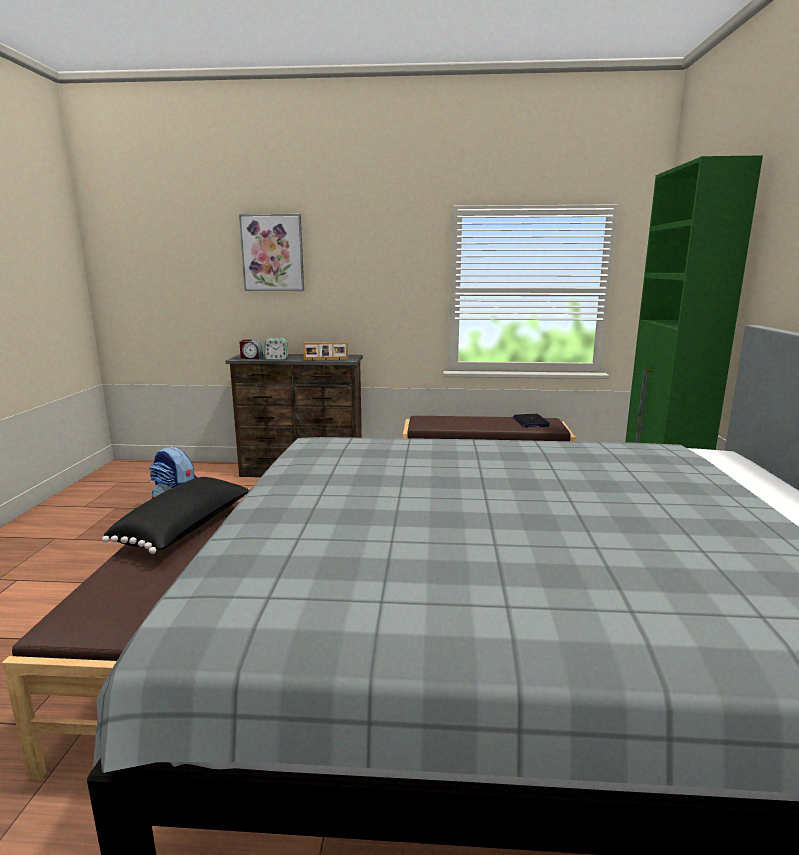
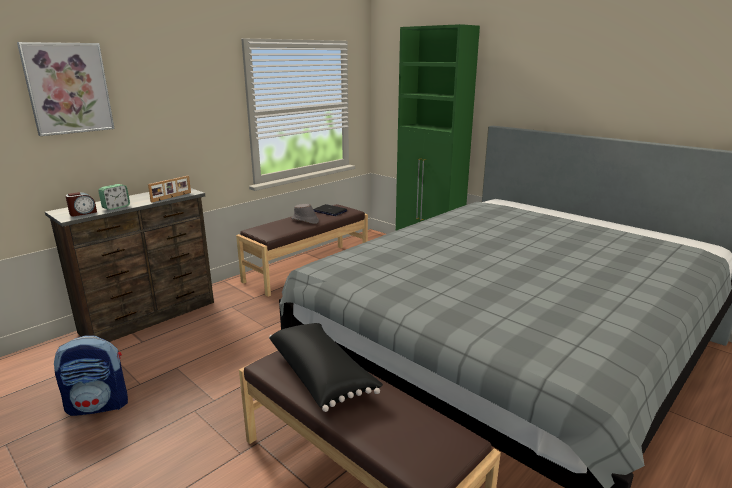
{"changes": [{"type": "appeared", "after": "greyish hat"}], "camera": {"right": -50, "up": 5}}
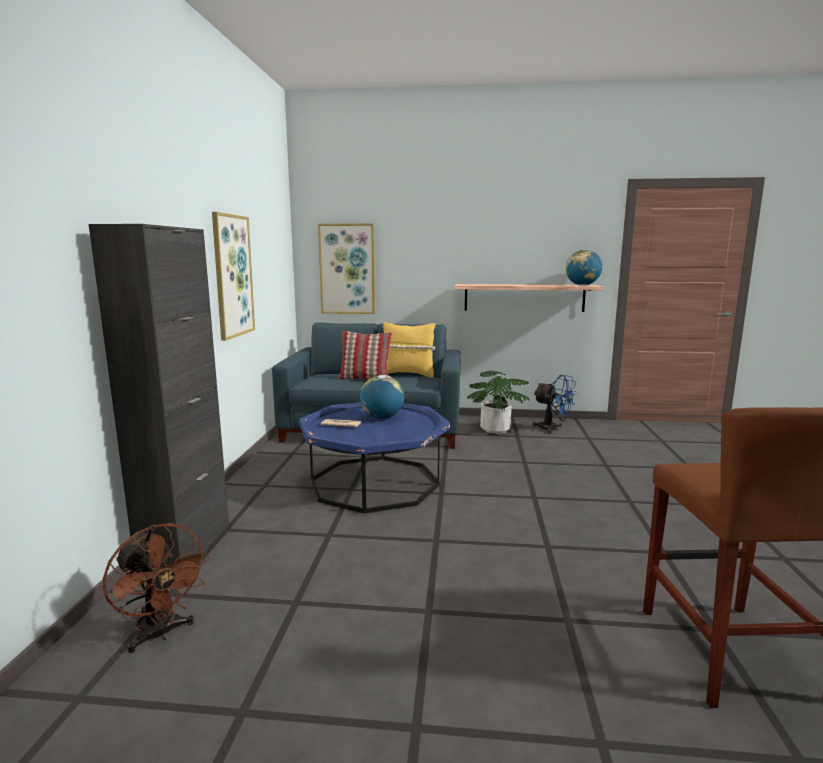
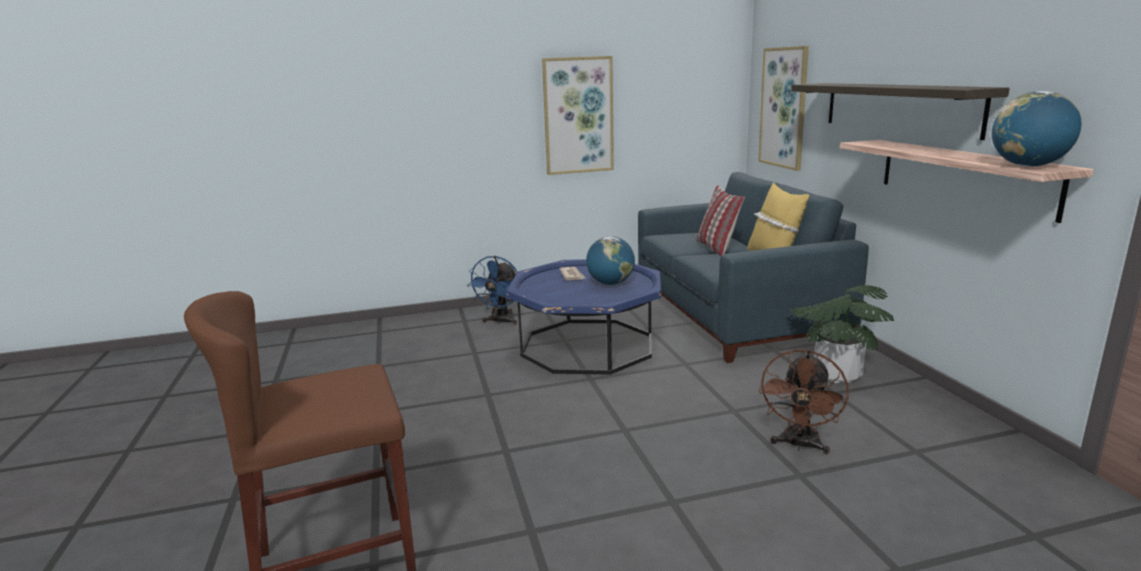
{"changes": [{"type": "relocated", "before": "blue fan"}, {"type": "relocated", "before": "brown-coloured fan"}, {"type": "appeared", "after": "wall shelf (no. 1 from left)"}, {"type": "missing", "before": "black storage cabinet"}], "camera": {"right": 70, "up": 5}}
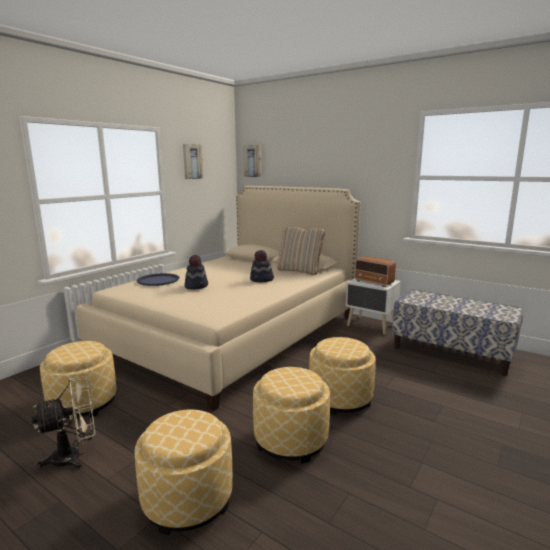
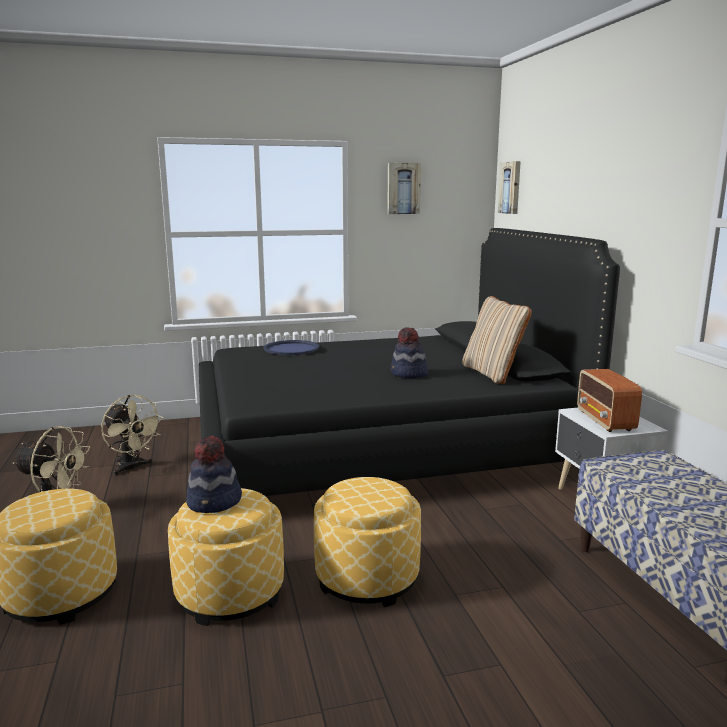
{"changes": [{"type": "exchanged", "before": "ottoman (no. 1 from left)", "after": "beige-coloured fan (no. 2 from left)"}, {"type": "relocated", "before": "hat (no. 1 from left)"}, {"type": "colour", "before": "beige-coloured bed", "after": "black bed"}], "camera": {"right": 40, "up": 0}}
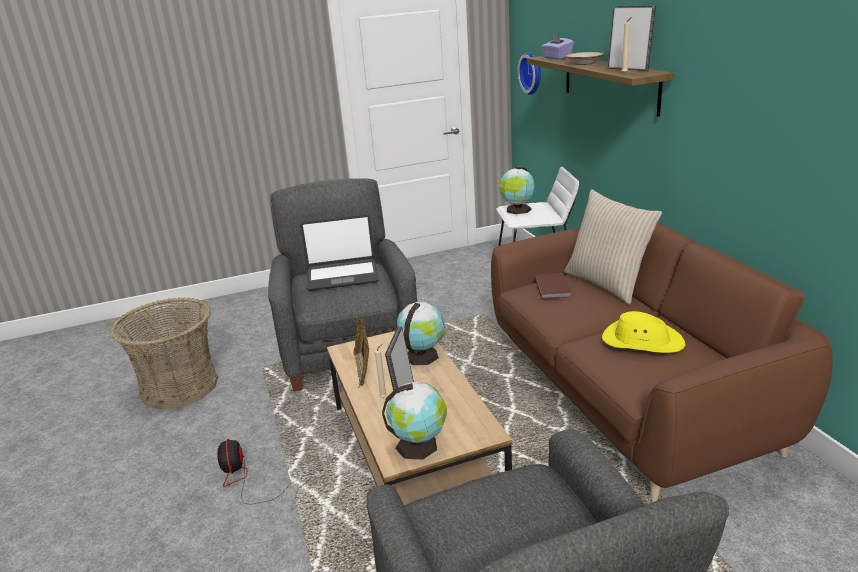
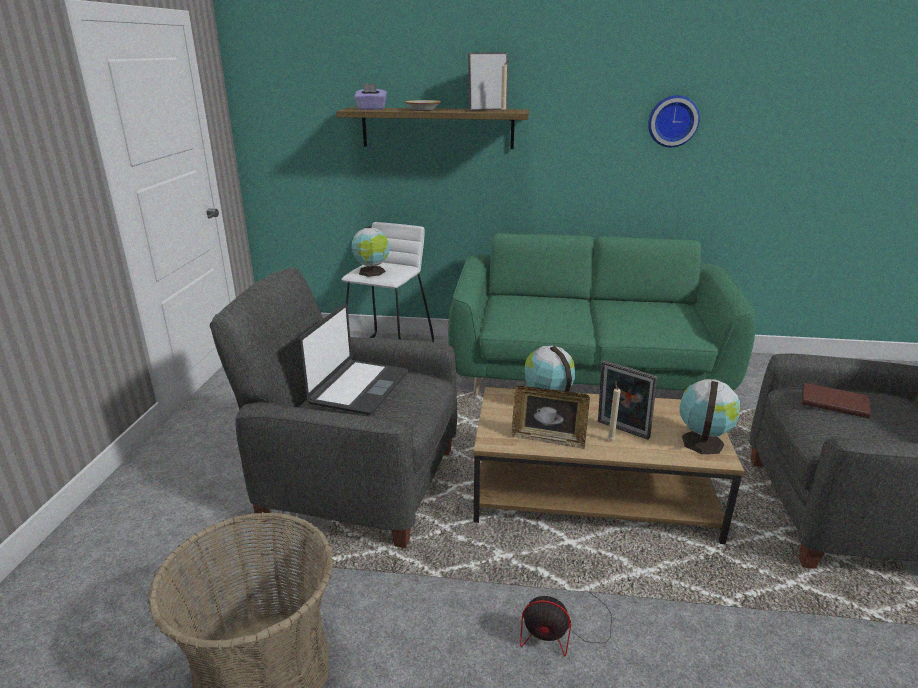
{"changes": [{"type": "colour", "before": "brown-coloured settee", "after": "green settee"}, {"type": "relocated", "before": "wall clock"}, {"type": "relocated", "before": "brown-coloured volume"}, {"type": "missing", "before": "beige-coloured pillow"}, {"type": "missing", "before": "yellow hat"}], "camera": {"right": -65, "up": 0}}
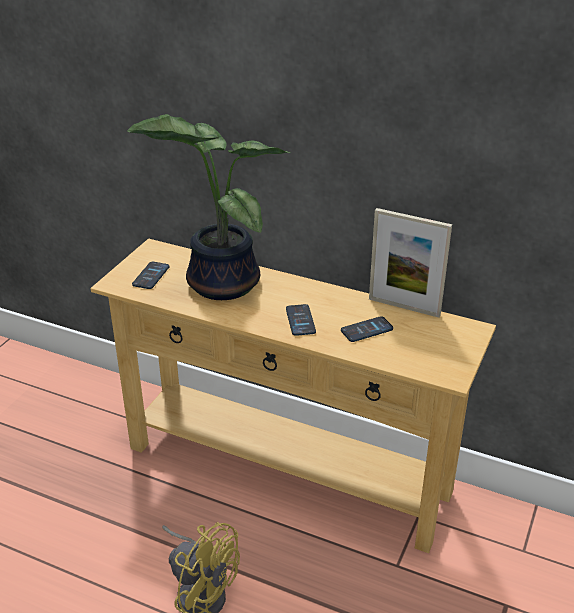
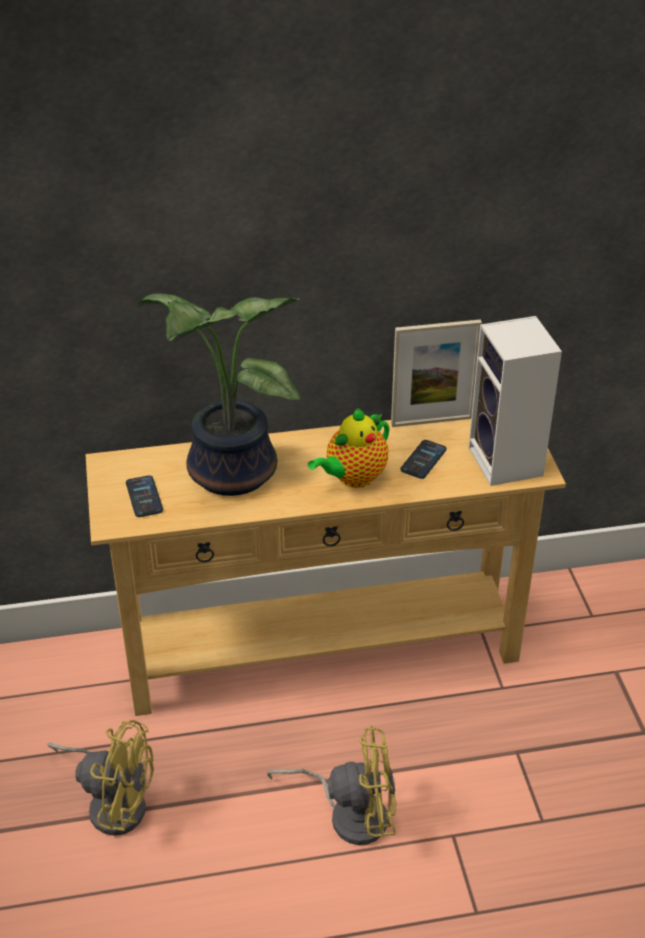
{"changes": [{"type": "appeared", "after": "yellow fan (no. 1 from left)"}, {"type": "exchanged", "before": "handset (no. 2 from left)", "after": "pot for tea"}, {"type": "appeared", "after": "speaker"}], "camera": {"right": -35, "up": 5}}
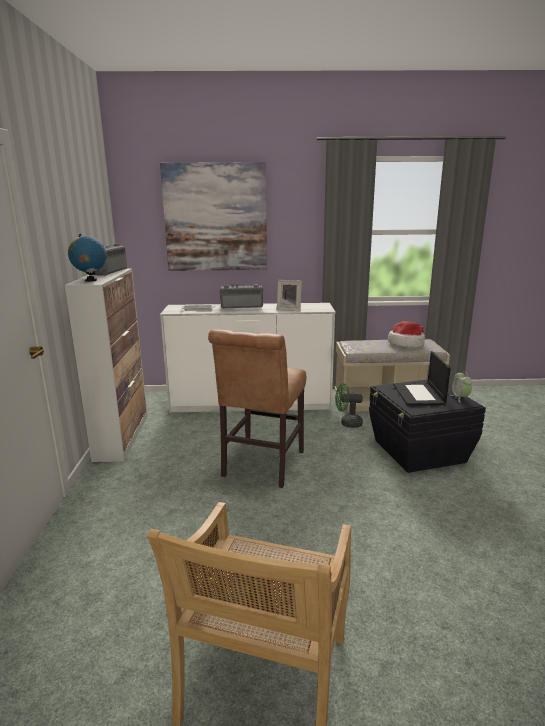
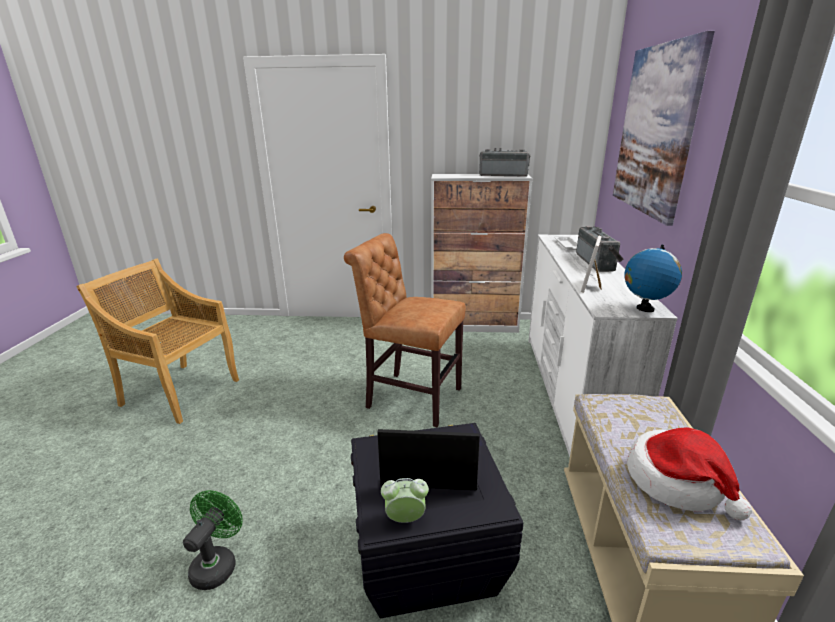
{"changes": [{"type": "relocated", "before": "green fan"}, {"type": "relocated", "before": "desk globe"}], "camera": {"right": 95, "up": 5}}
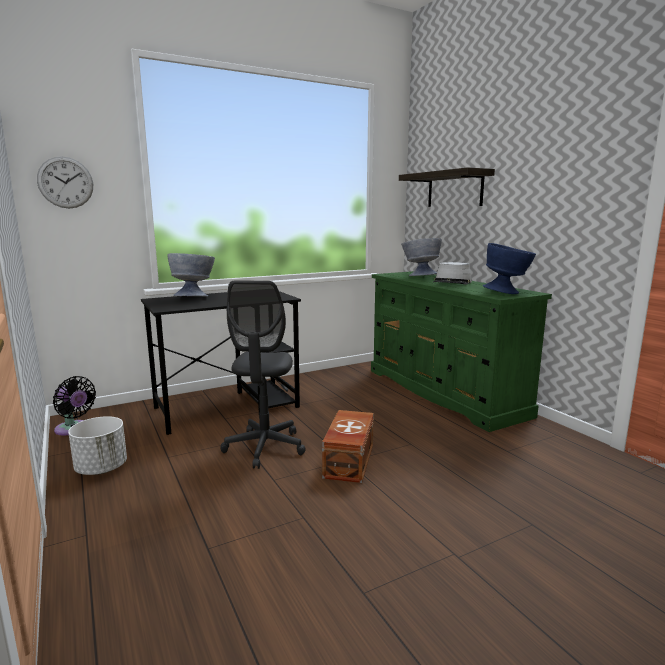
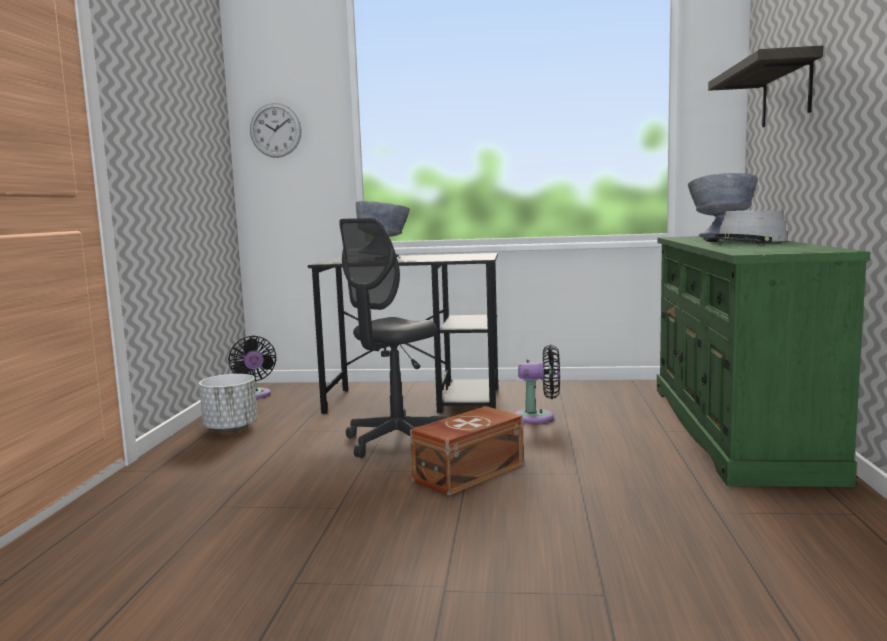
{"changes": [{"type": "appeared", "after": "black fan (no. 2 from left)"}, {"type": "missing", "before": "blue bowl"}], "camera": {"right": 35, "up": -5}}
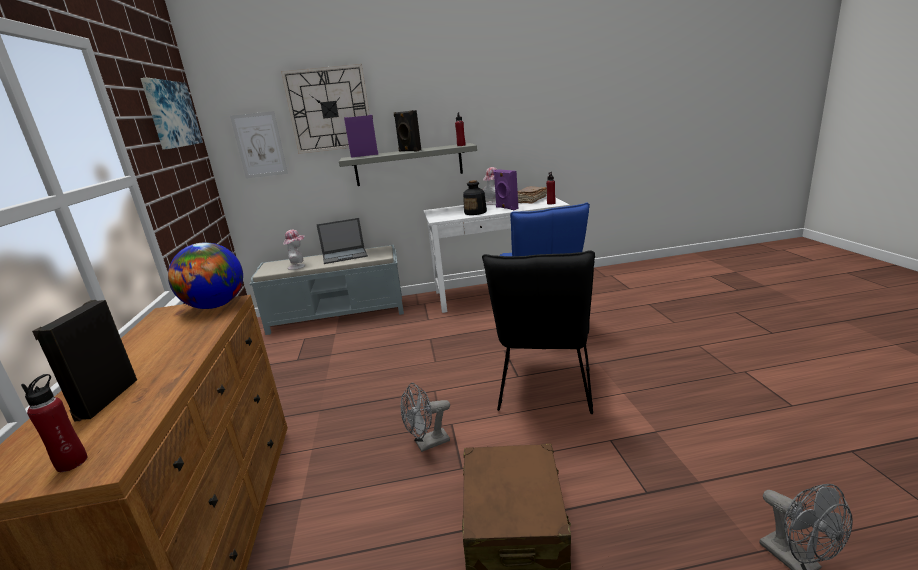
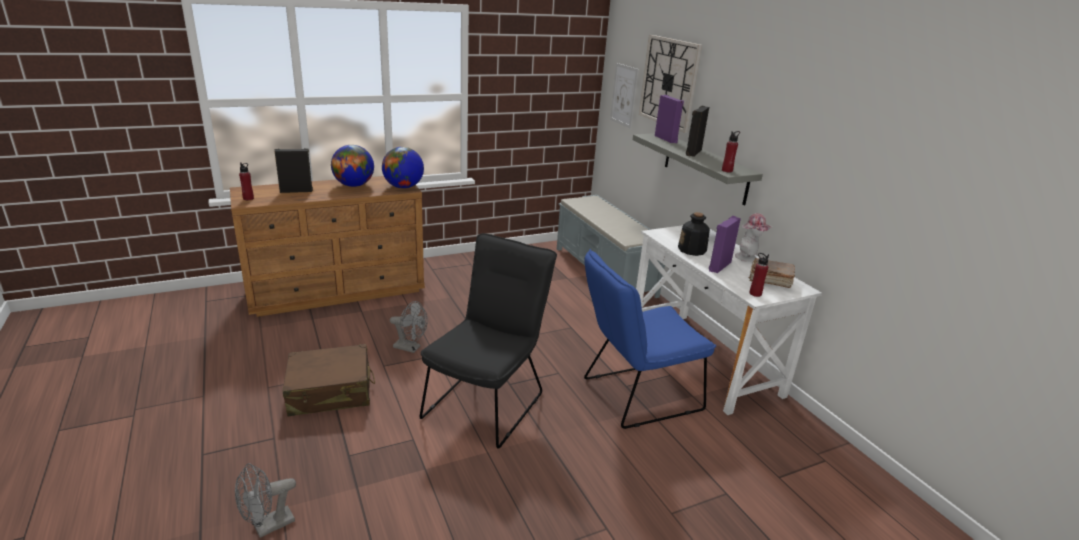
{"changes": [{"type": "appeared", "after": "desk globe (no. 1 from left)"}, {"type": "spun", "before": "greyish fan (no. 1 from left in the first image)", "turn": 150}, {"type": "spun", "before": "black upright chair", "turn": 120}, {"type": "missing", "before": "picture (no. 1 from left)"}, {"type": "missing", "before": "hat (no. 1 from left)"}, {"type": "missing", "before": "laptop"}], "camera": {"right": 70, "up": 5}}
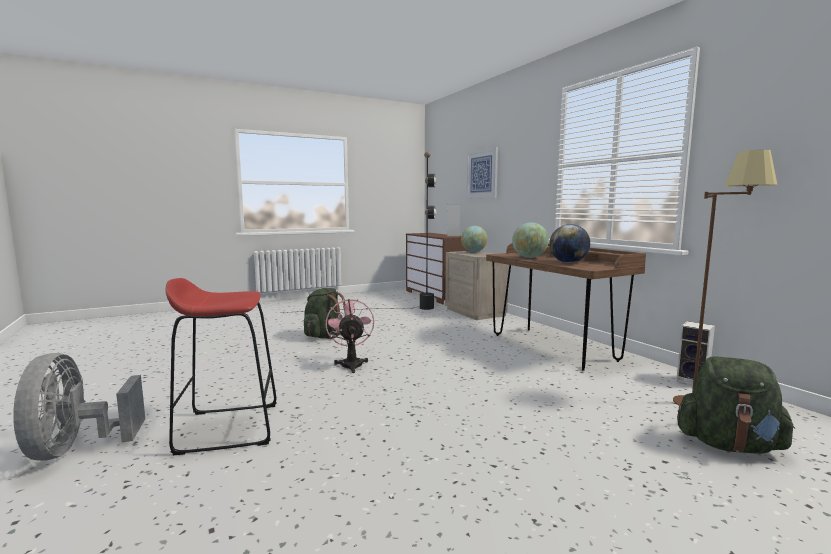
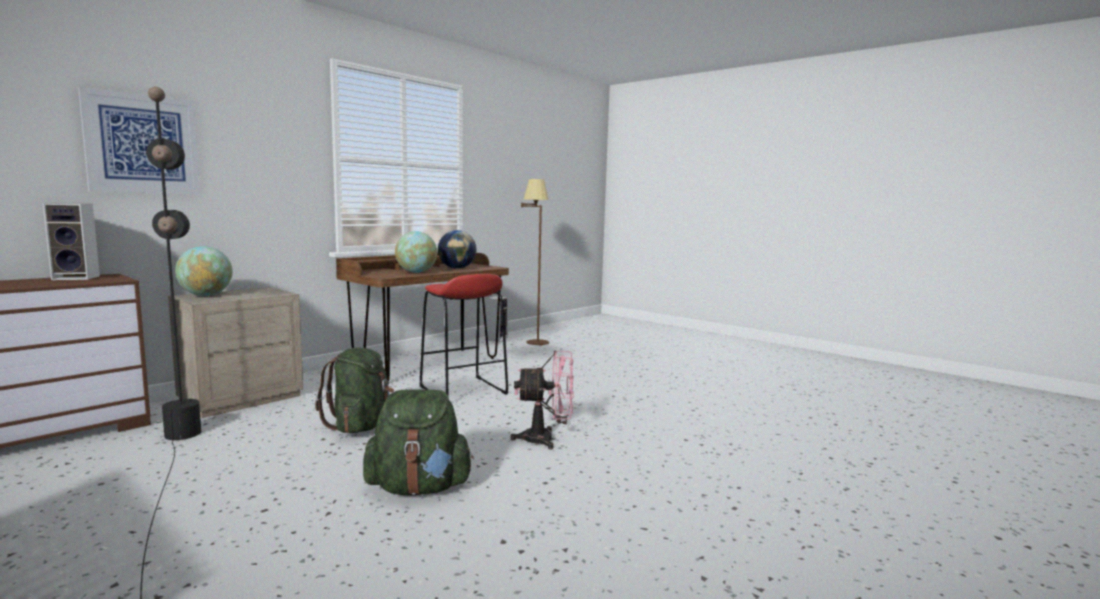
{"changes": [{"type": "relocated", "before": "green rucksack (no. 2 from left in the first image)", "after": "green rucksack (no. 1 from left)"}, {"type": "relocated", "before": "red-coloured stool seat"}, {"type": "spun", "before": "pink fan", "turn": -150}, {"type": "missing", "before": "greyish fan"}], "camera": {"right": -110, "up": 0}}
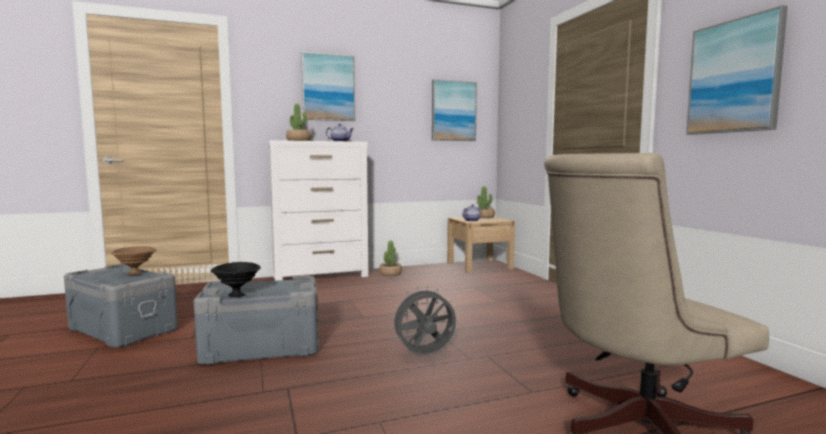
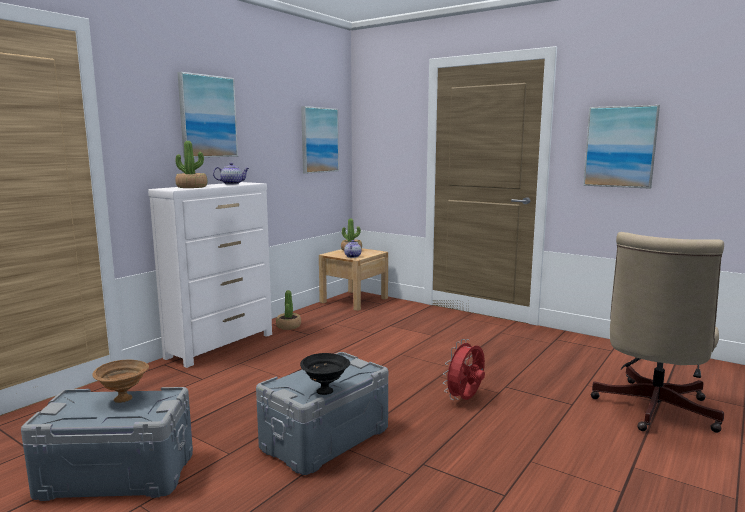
{"changes": [{"type": "colour", "before": "greyish fan", "after": "red-coloured fan"}], "camera": {"right": -35, "up": 5}}
